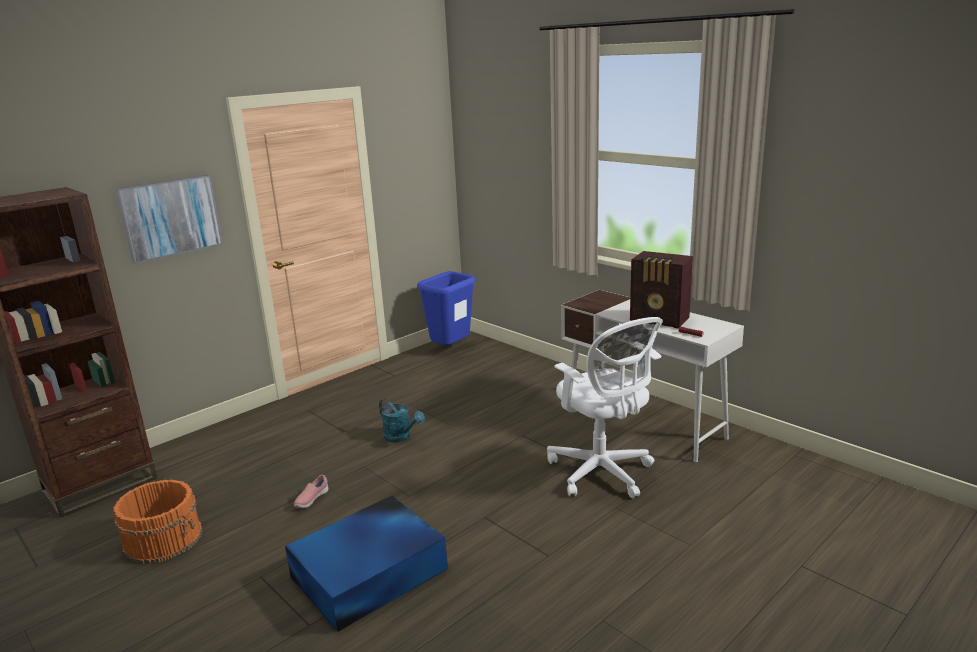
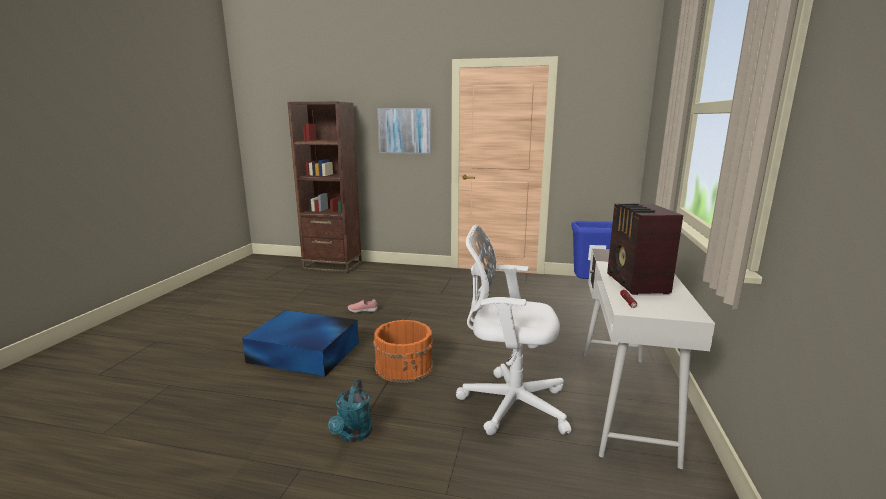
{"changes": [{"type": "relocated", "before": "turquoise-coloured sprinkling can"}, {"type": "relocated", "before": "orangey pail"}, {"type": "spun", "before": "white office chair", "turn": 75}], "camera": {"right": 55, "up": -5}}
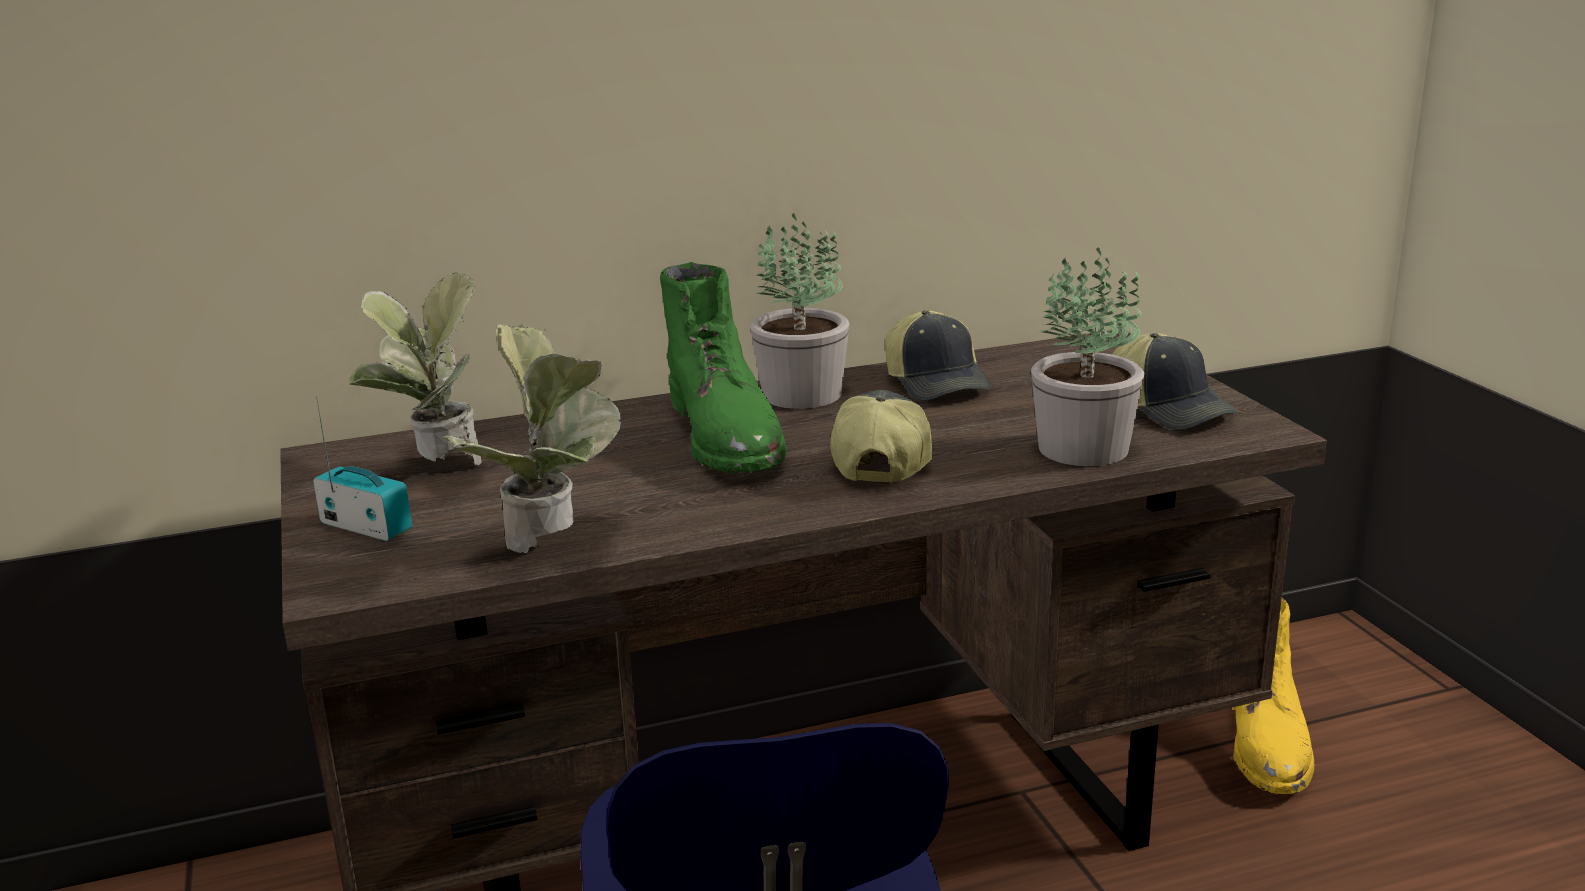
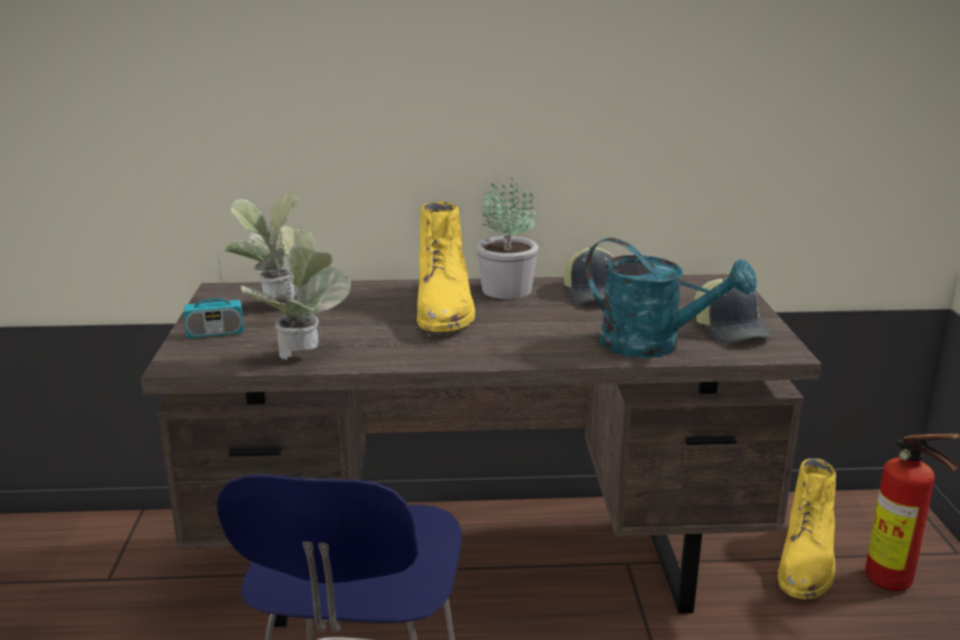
{"changes": [{"type": "spun", "before": "radio set", "turn": 120}, {"type": "colour", "before": "green high-top boot", "after": "yellow high-top boot (no. 1 from left)"}, {"type": "exchanged", "before": "houseplant (no. 4 from left)", "after": "turquoise-coloured sprinkling can"}, {"type": "appeared", "after": "fire extinguisher"}, {"type": "missing", "before": "baseball cap (no. 1 from left)"}], "camera": {"right": 15, "up": 0}}
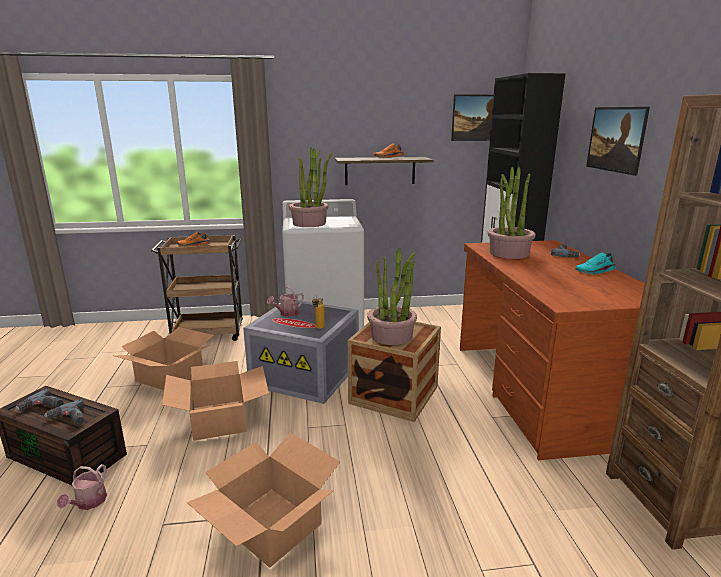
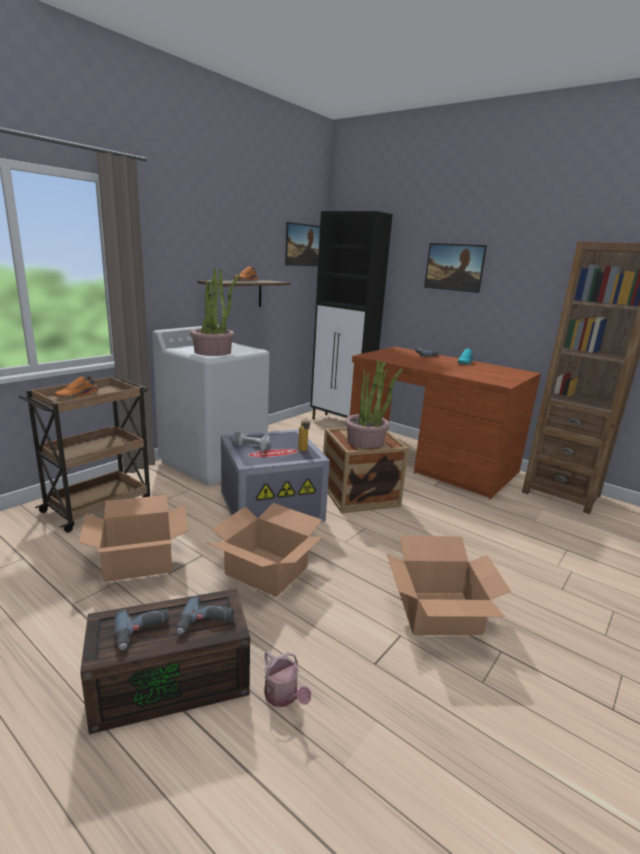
{"changes": [{"type": "exchanged", "before": "sprinkling can (no. 2 from left)", "after": "electric drill (no. 3 from left)"}, {"type": "missing", "before": "houseplant (no. 3 from left)"}], "camera": {"right": -45, "up": 0}}
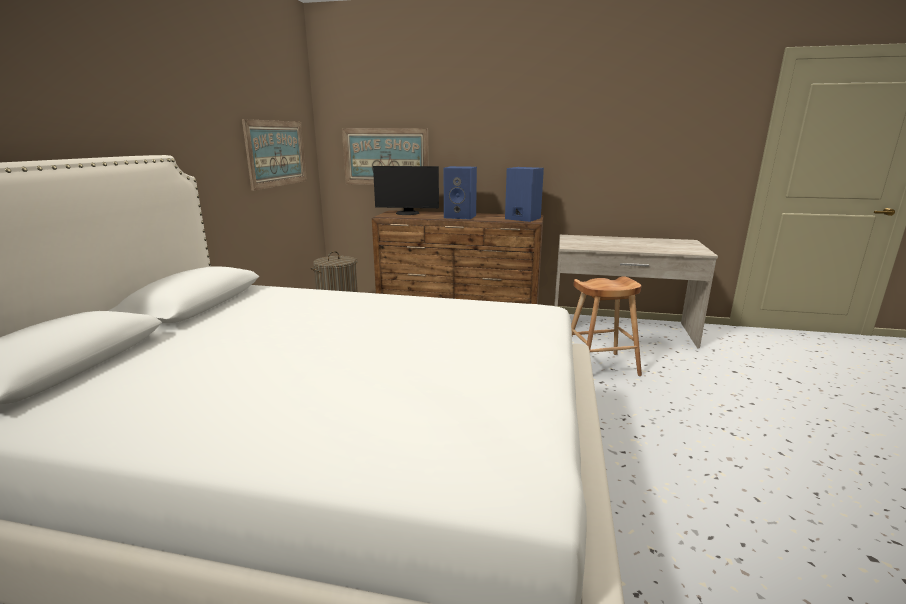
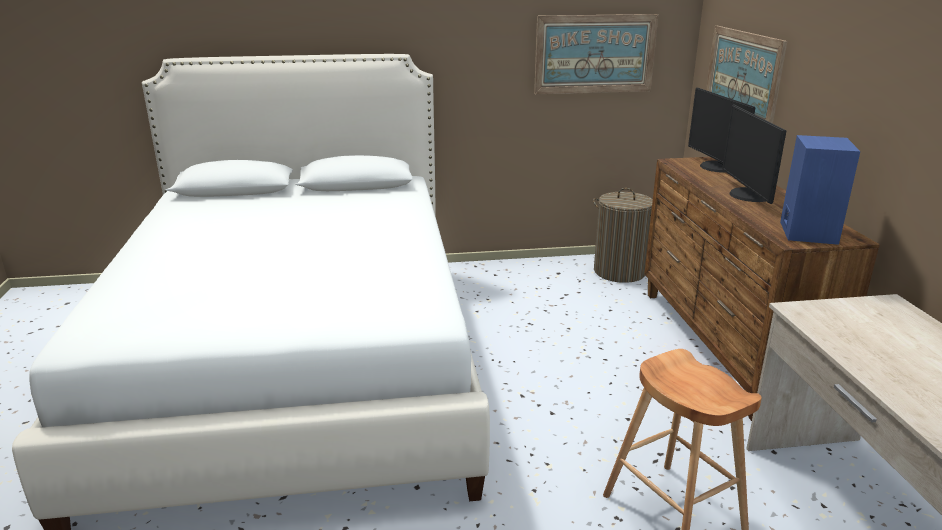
{"changes": [{"type": "exchanged", "before": "blue speaker (no. 1 from left)", "after": "computer display (no. 2 from left)"}], "camera": {"right": 70, "up": 5}}
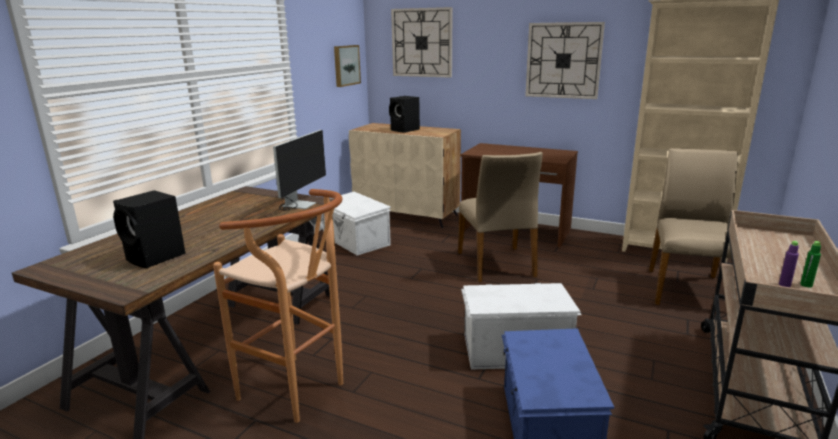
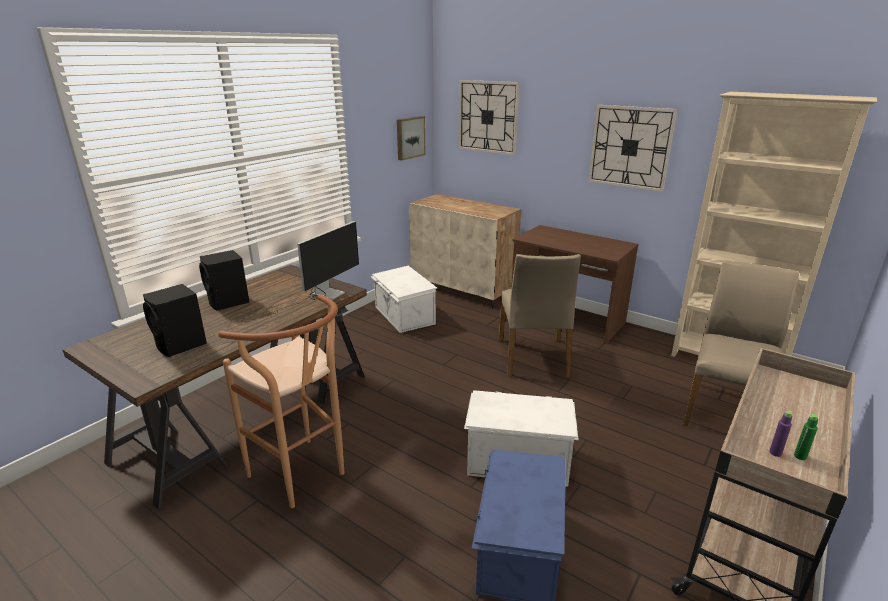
{"changes": [{"type": "relocated", "before": "black speaker (no. 2 from left)"}], "camera": {"right": 10, "up": 5}}
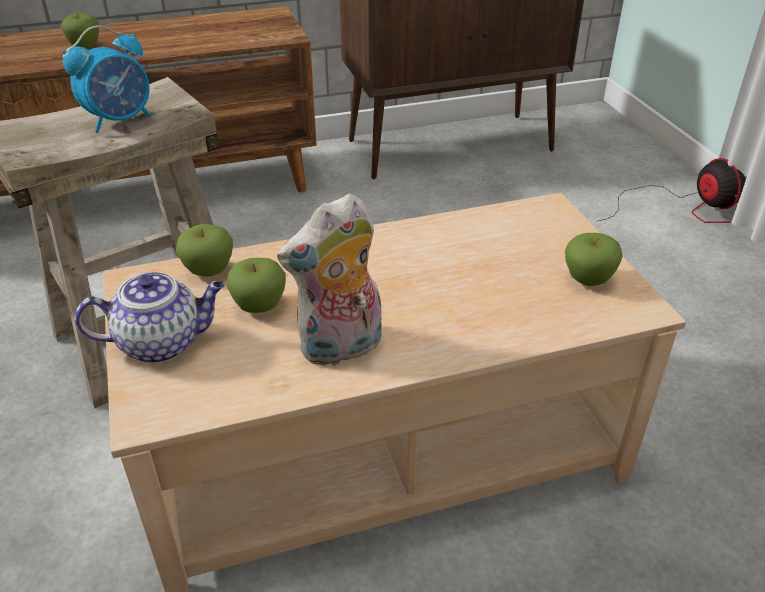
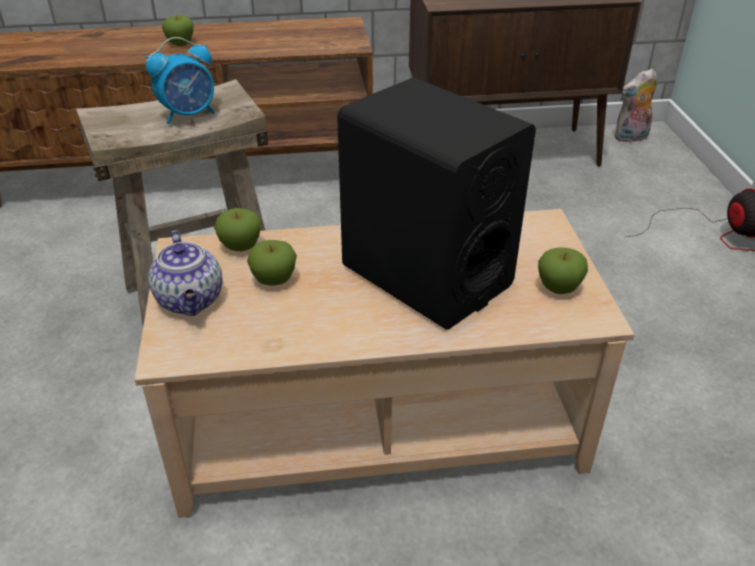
{"changes": [{"type": "spun", "before": "pot for tea", "turn": 75}, {"type": "appeared", "after": "black speaker"}, {"type": "relocated", "before": "soft toy"}], "camera": {"right": 10, "up": 0}}
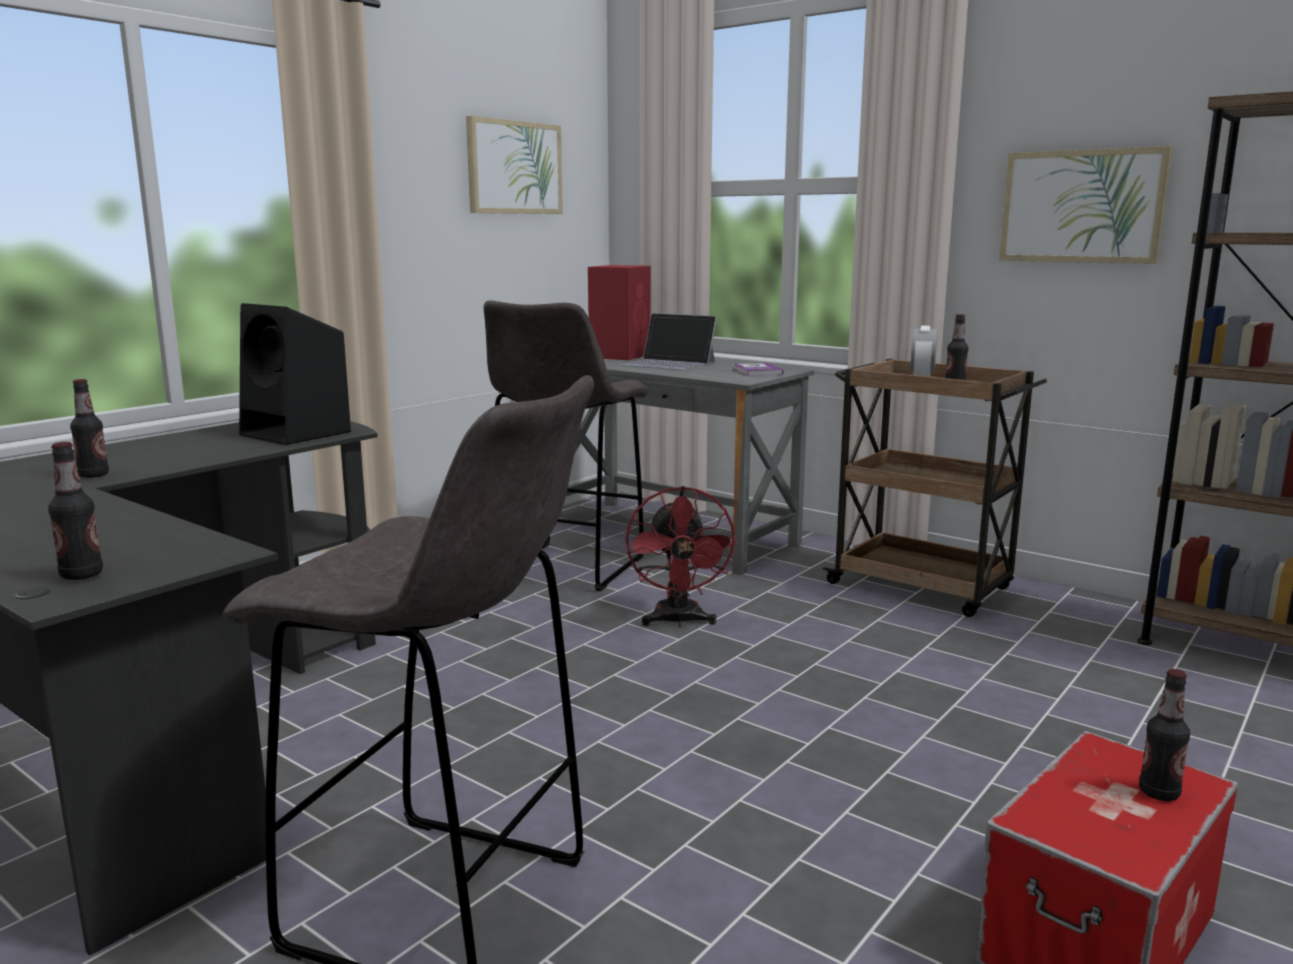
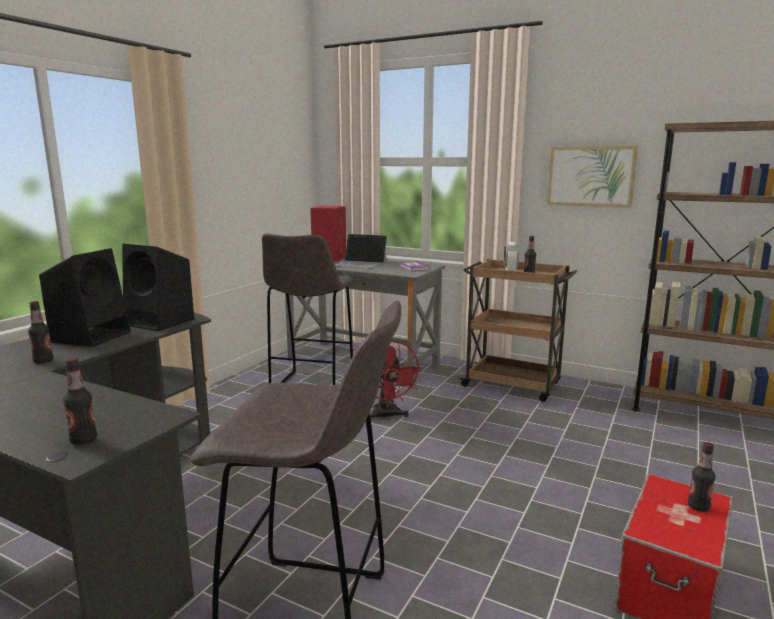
{"changes": [{"type": "appeared", "after": "black speaker (no. 1 from left)"}, {"type": "missing", "before": "picture (no. 1 from left)"}], "camera": {"right": -10, "up": 0}}
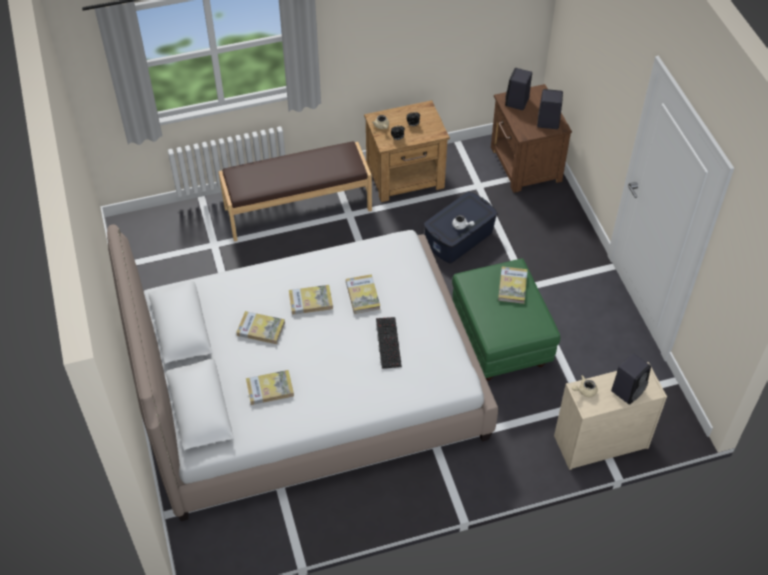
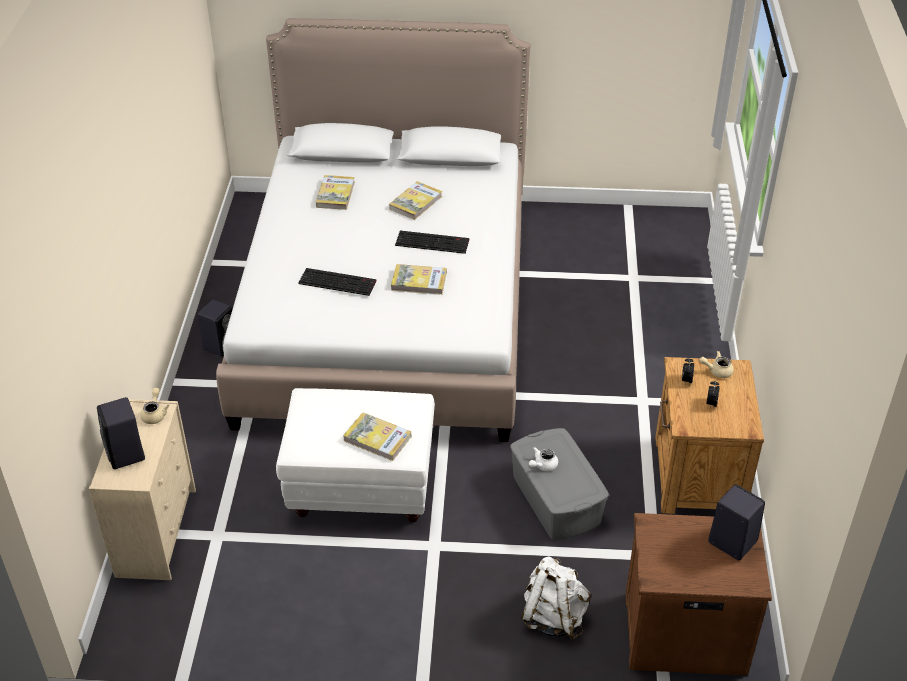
{"changes": [{"type": "relocated", "before": "black speaker (no. 2 from left)"}, {"type": "colour", "before": "green ottoman", "after": "white ottoman"}, {"type": "exchanged", "before": "volume (no. 3 from left)", "after": "computer keyboard (no. 2 from left)"}, {"type": "colour", "before": "blue storage container", "after": "greyish storage container"}, {"type": "appeared", "after": "white rucksack"}, {"type": "missing", "before": "brown-coloured indoor bench"}], "camera": {"right": 110, "up": -10}}
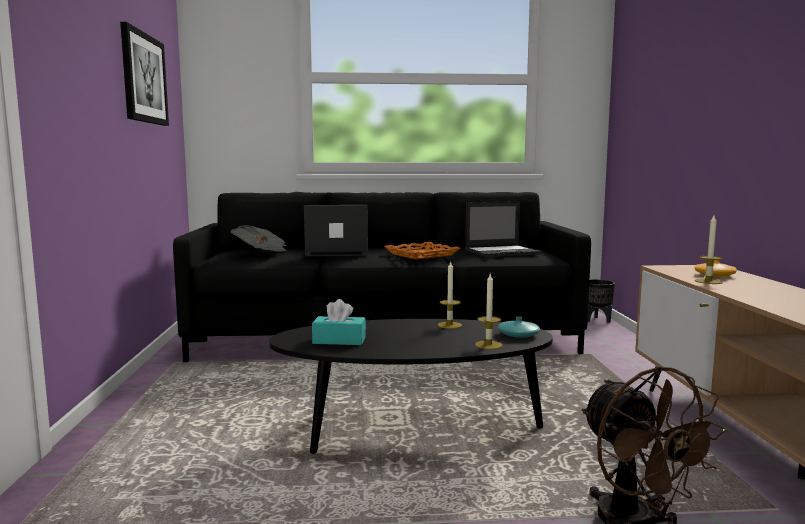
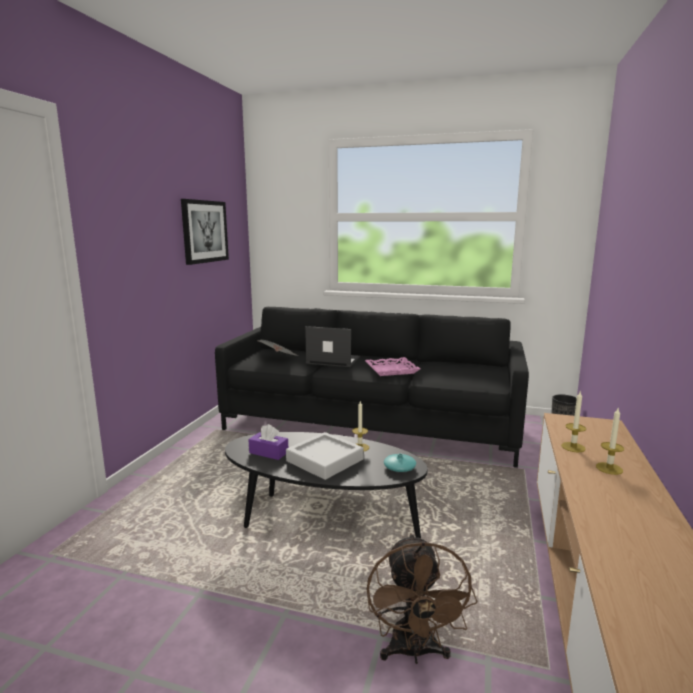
{"changes": [{"type": "colour", "before": "turquoise-coloured tissue box", "after": "purple tissue box"}, {"type": "appeared", "after": "greyish tray"}, {"type": "colour", "before": "orangey tray", "after": "pink tray"}, {"type": "relocated", "before": "wax candle (no. 2 from left in the first image)", "after": "wax candle (no. 3 from left)"}, {"type": "missing", "before": "laptop (no. 2 from left)"}, {"type": "missing", "before": "orangey flower vase"}], "camera": {"right": 20, "up": 5}}
